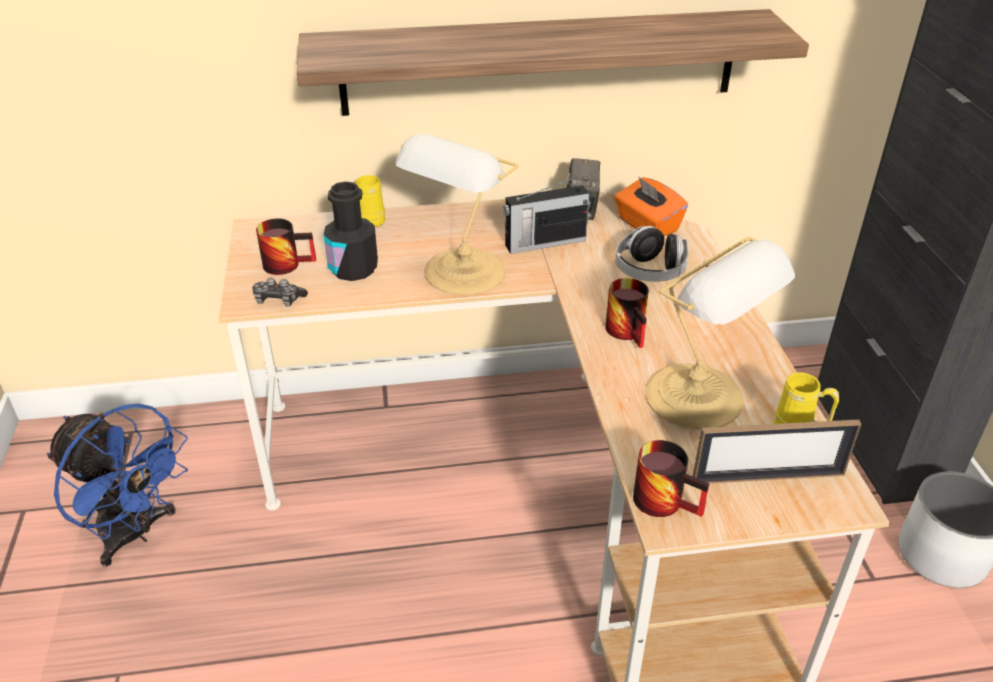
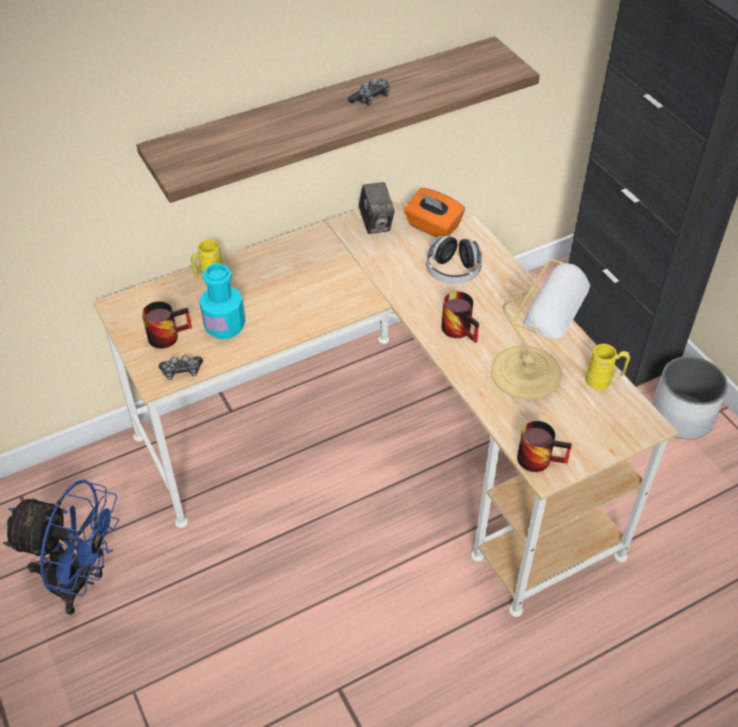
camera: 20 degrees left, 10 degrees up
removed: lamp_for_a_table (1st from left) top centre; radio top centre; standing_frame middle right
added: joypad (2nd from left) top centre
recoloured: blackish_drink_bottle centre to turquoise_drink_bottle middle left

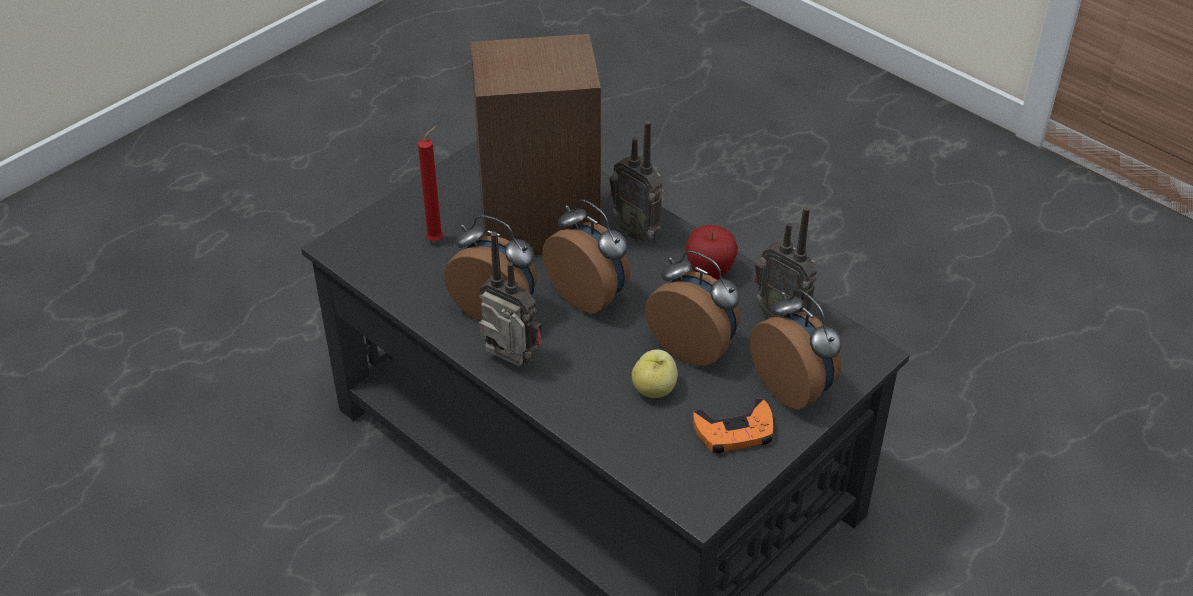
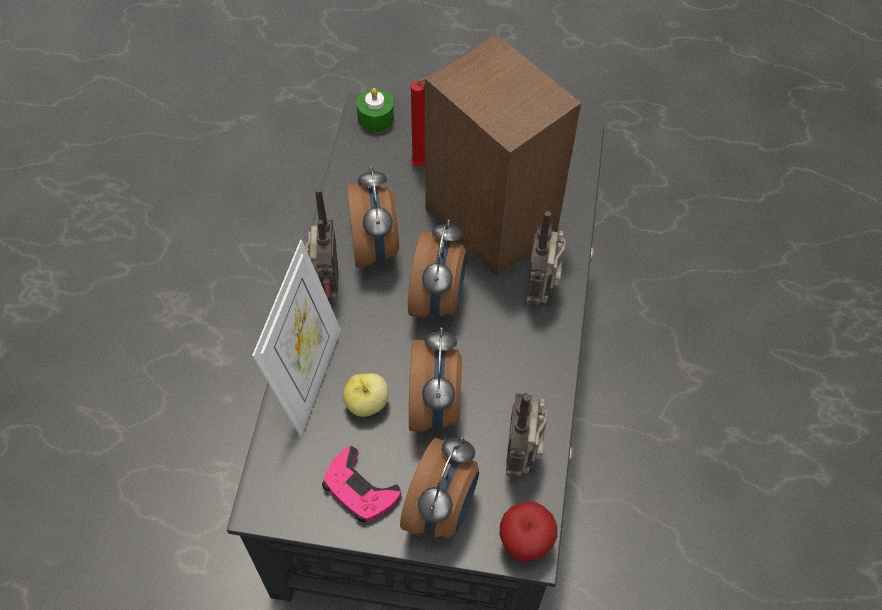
camera: 55 degrees right, 15 degrees up
added: standing_frame centre; green_wax_candle top centre
moved: apple (2nd from left) centre to bottom centre
recoloured: orange_joypad bottom centre to pinkish_joypad bottom centre

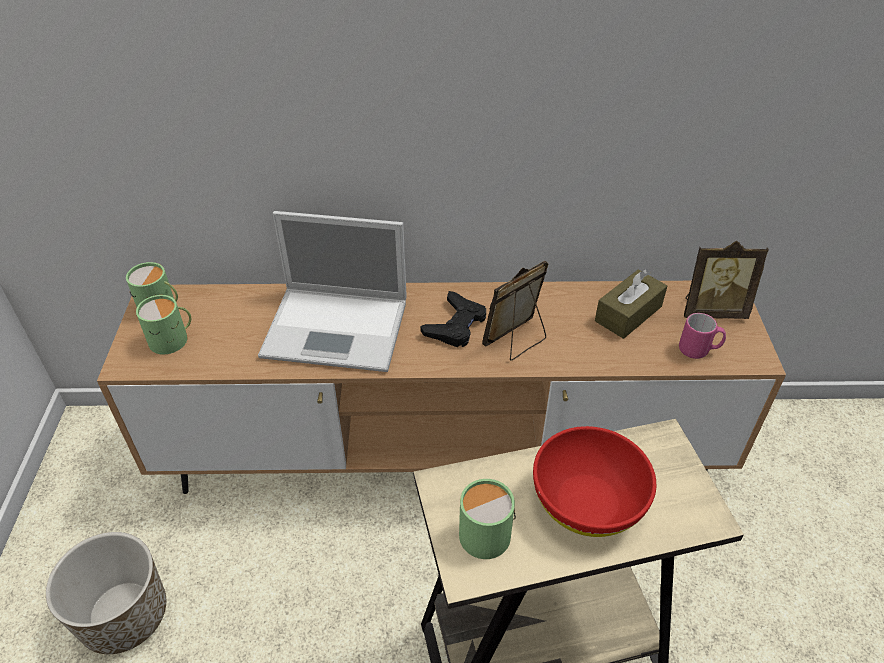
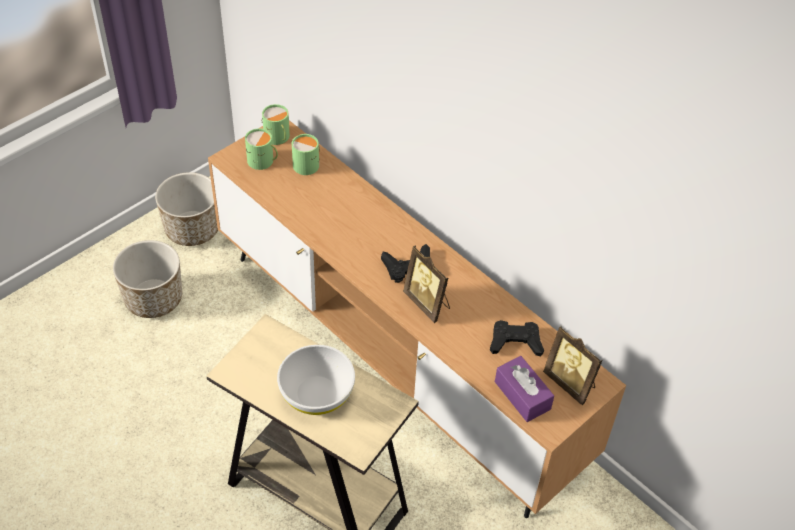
camera: 45 degrees right, 5 degrees up
removed: laptop centre
added: flower_pot (2nd from left) middle left
moved: green_tea_mug (3rd from left) bottom centre to top centre
replaced: brown_tissue_holder middle right to blackish_joypad (2nd from left) centre; pinkish_tea_mug middle right to purple-coloured_tissue_holder bottom centre
recoloured: red_serving_bowl bottom right to whitish_serving_bowl bottom centre
turned: standing_frame (1st from left) centre = centre 135 degrees counterclockwise

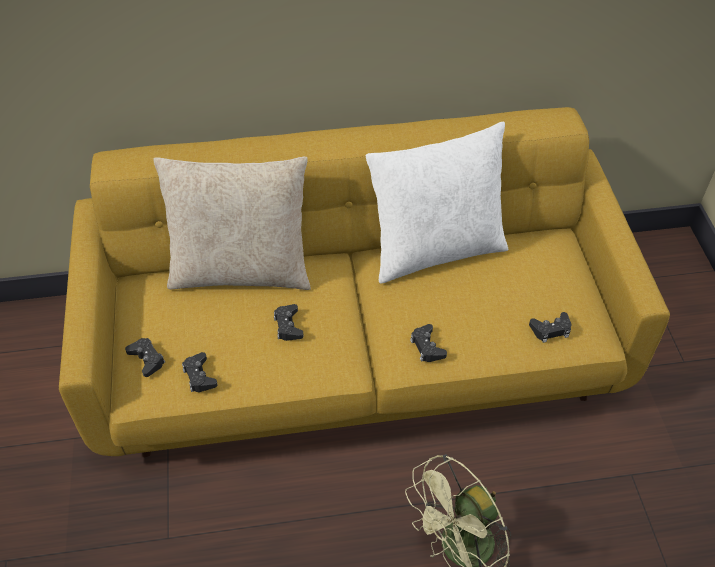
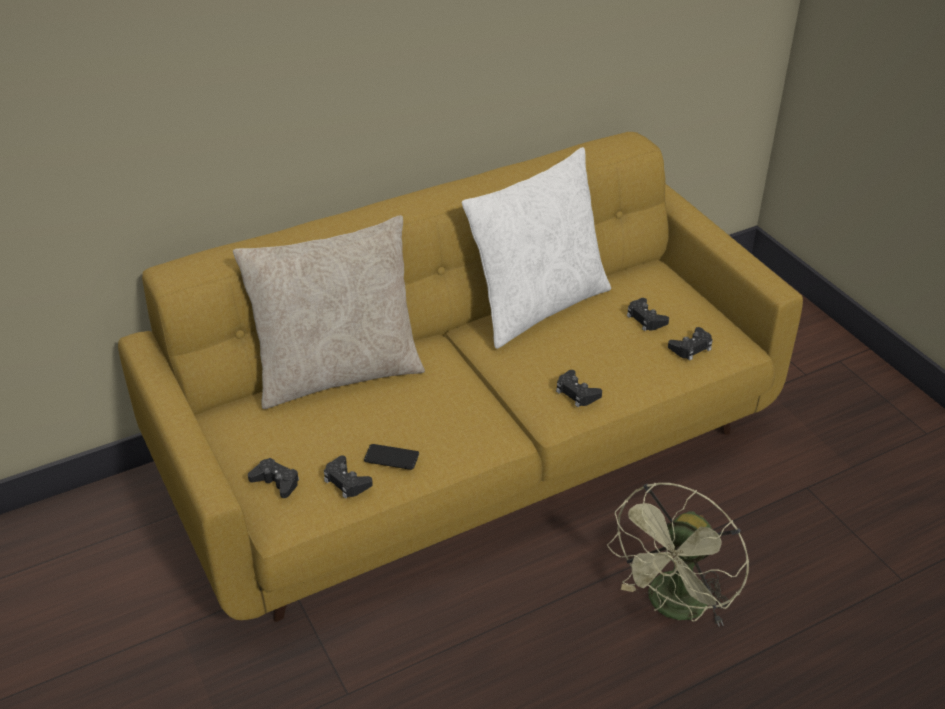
camera: 20 degrees left, 10 degrees down
added: phone centre
moved: blackish_joypad (3rd from left in the first image) centre to blackish_joypad (4th from left) middle right

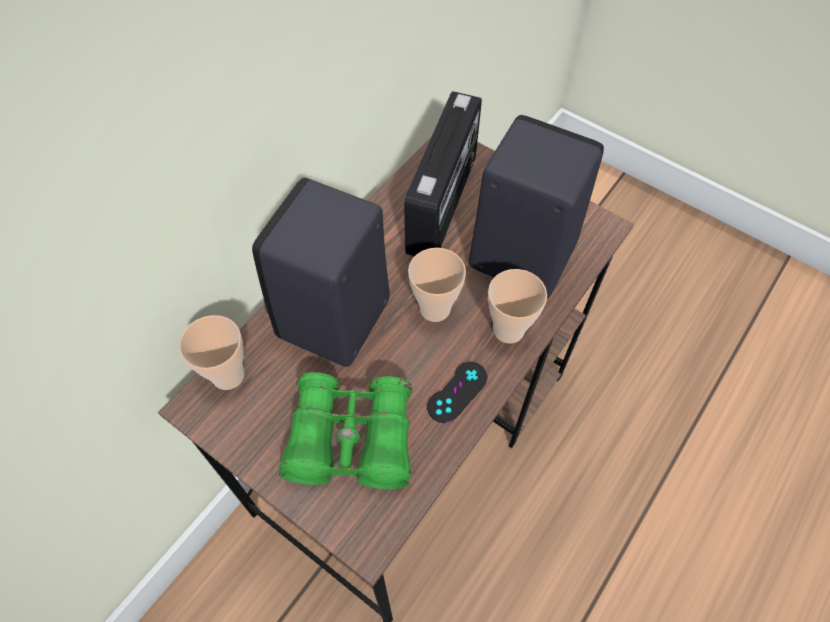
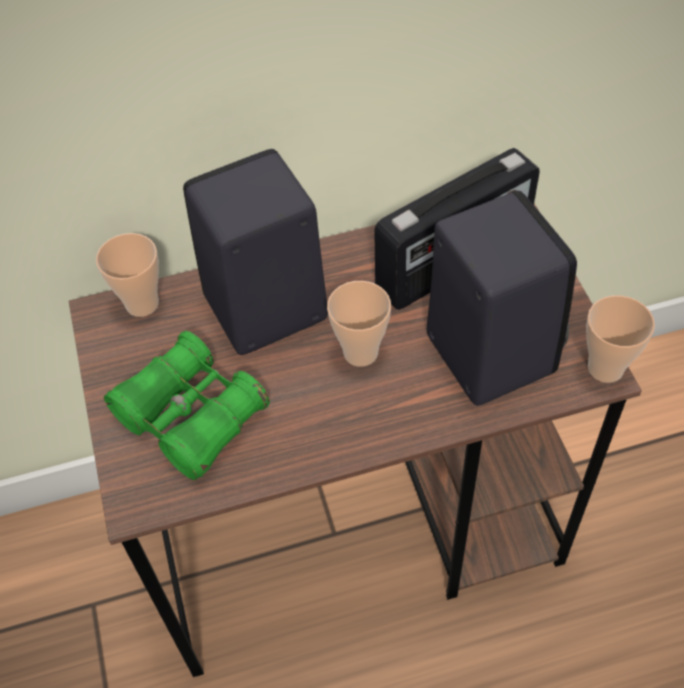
camera: 40 degrees right, 5 degrees down
removed: blackish_joypad centre
moved: cup (3rd from left) centre to middle right

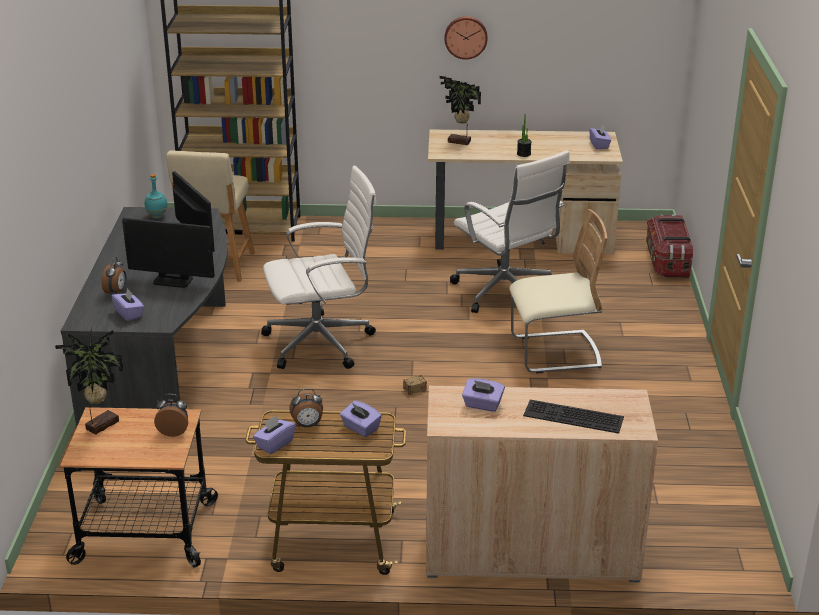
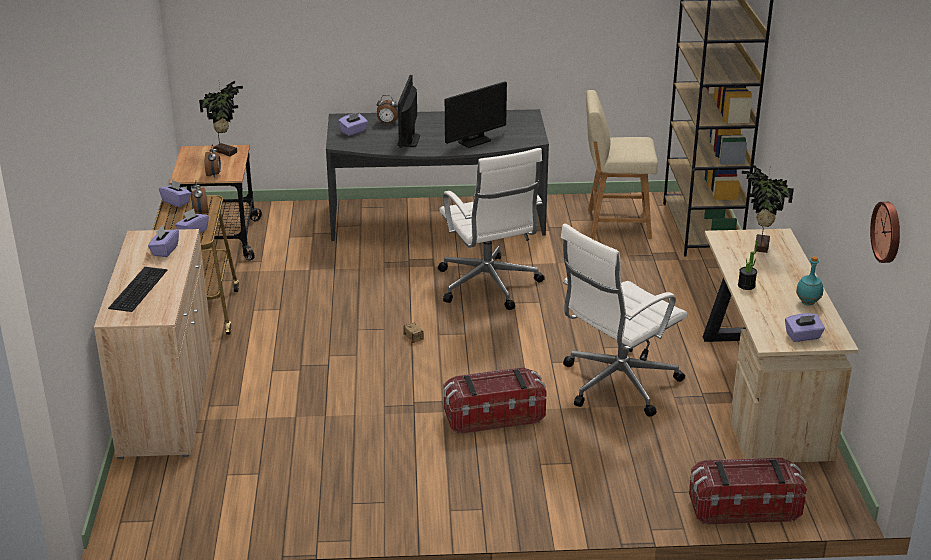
camera: 85 degrees right, 0 degrees up
moved: turquoise_drink_bottle top left to middle right; clock_on_the_wall top centre to middle right
replaced: sand-coloured_chair (2nd from left) middle right to storage_box (2nd from left) bottom centre

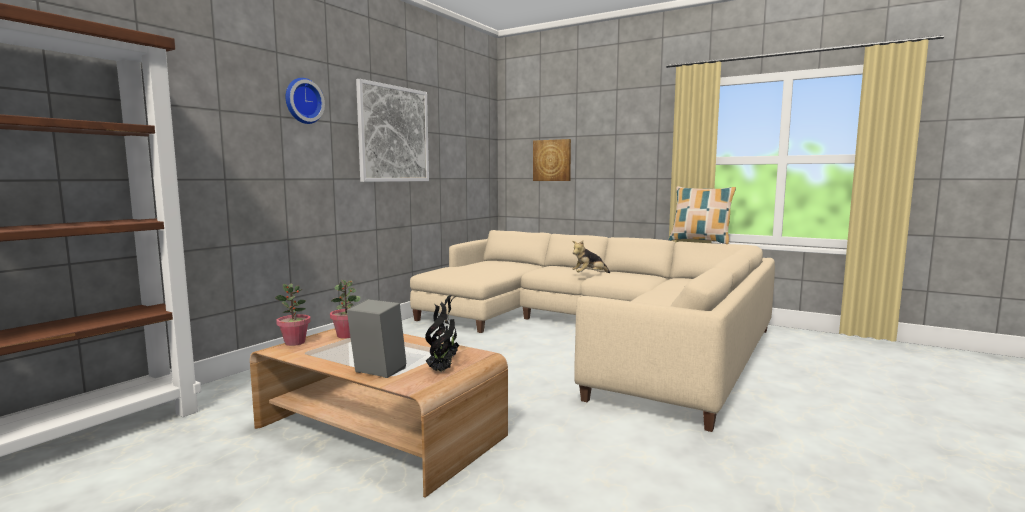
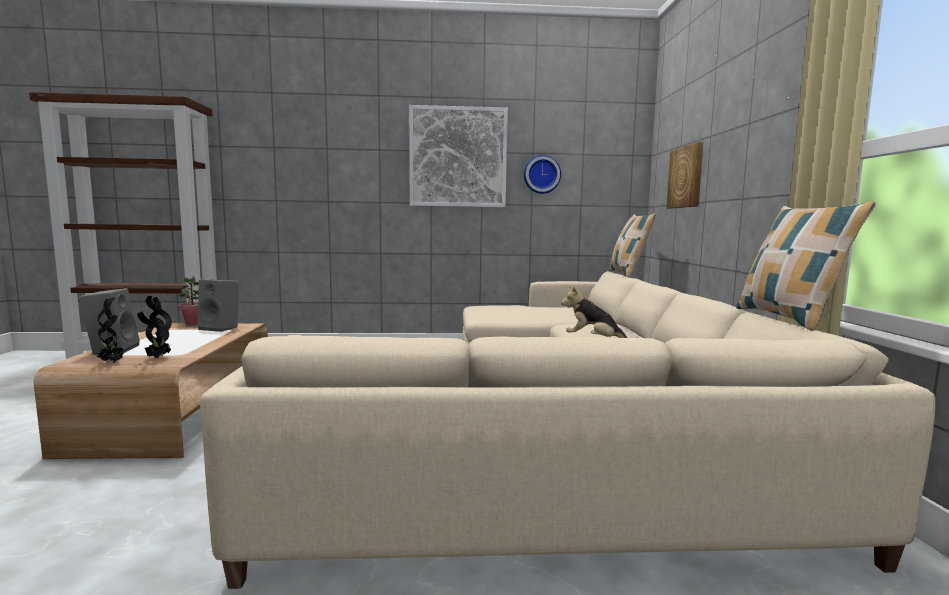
camera: 55 degrees right, 0 degrees up
added: pillow (1st from left) middle right
moved: clock_on_the_wall top left to top centre
replaced: plant_in_a_pot (2nd from left) centre to greyish_loudspeaker (2nd from left) middle left

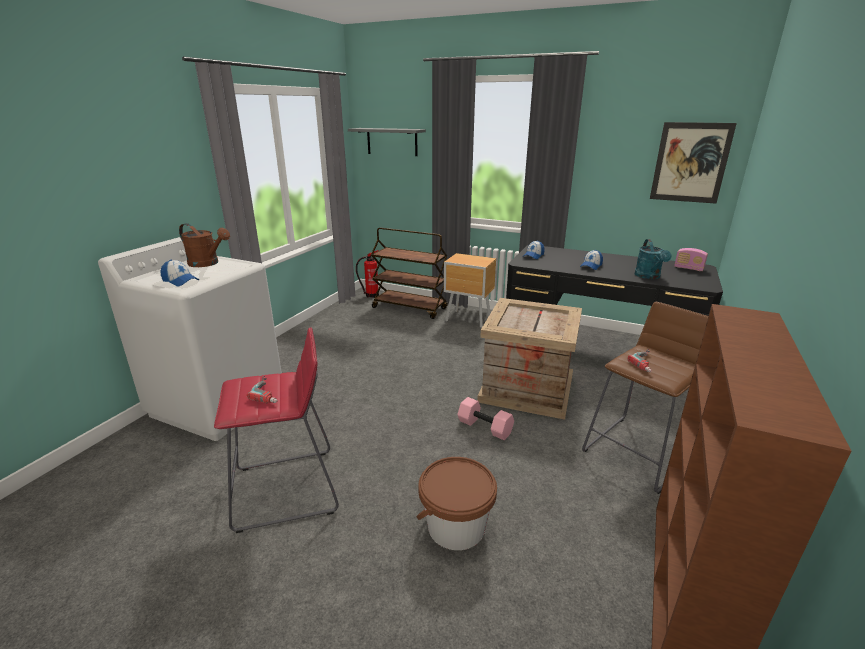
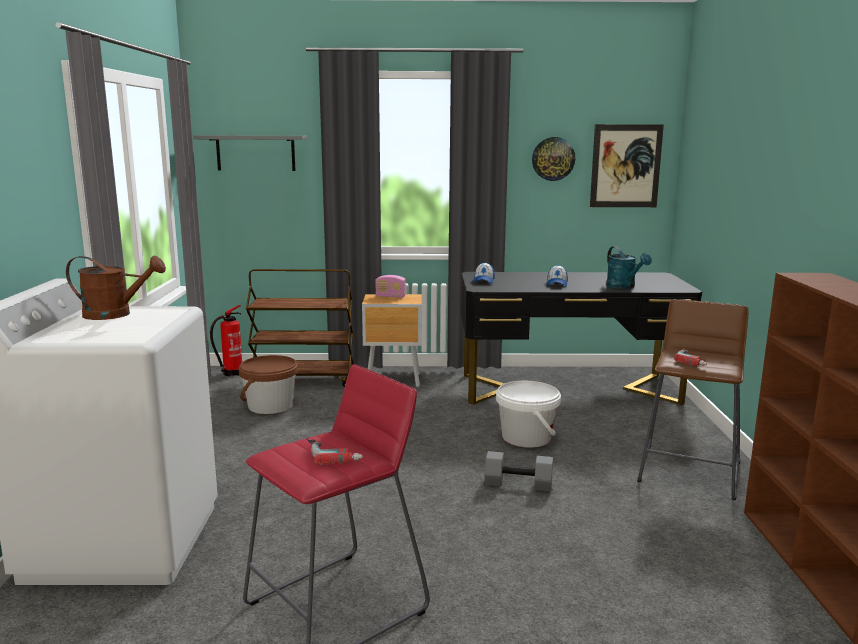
camera: 25 degrees left, 10 degrees down
removed: baseball_cap (1st from left) middle left
added: clock_on_the_wall top centre
moved: brown_pail bottom centre to middle left; radio middle right to centre
replaced: shipping_crate centre to whitish_pail centre
recoloured: pinkish_hand_weight centre to greyish_hand_weight bottom centre

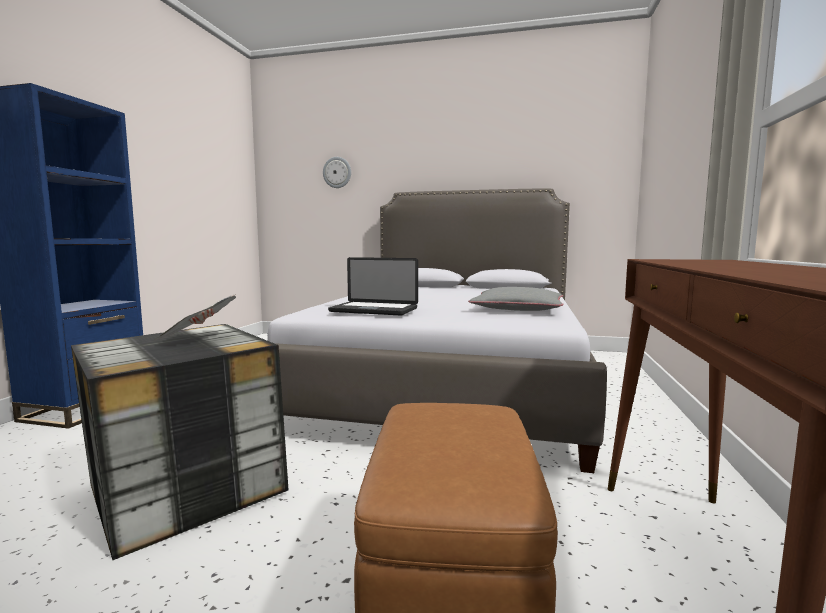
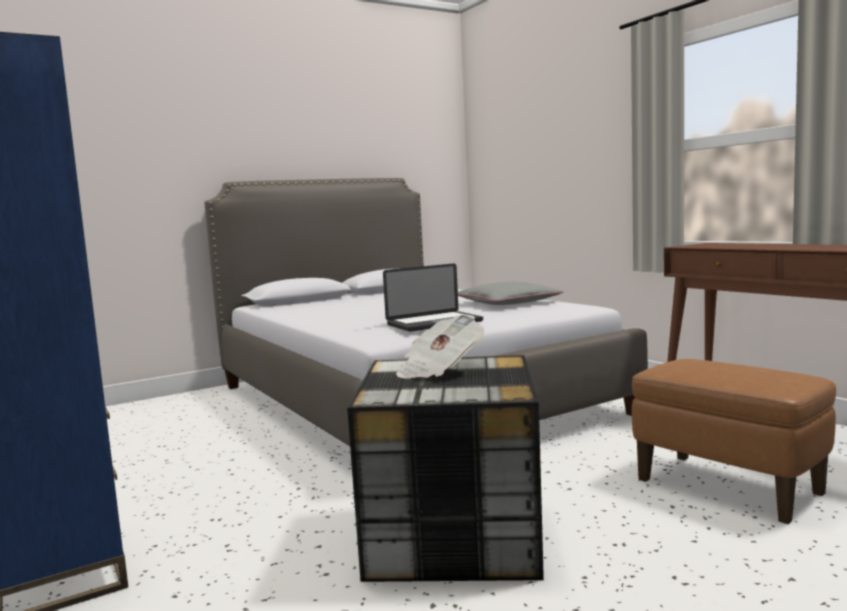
camera: 45 degrees left, 0 degrees up
removed: clock_on_the_wall top centre

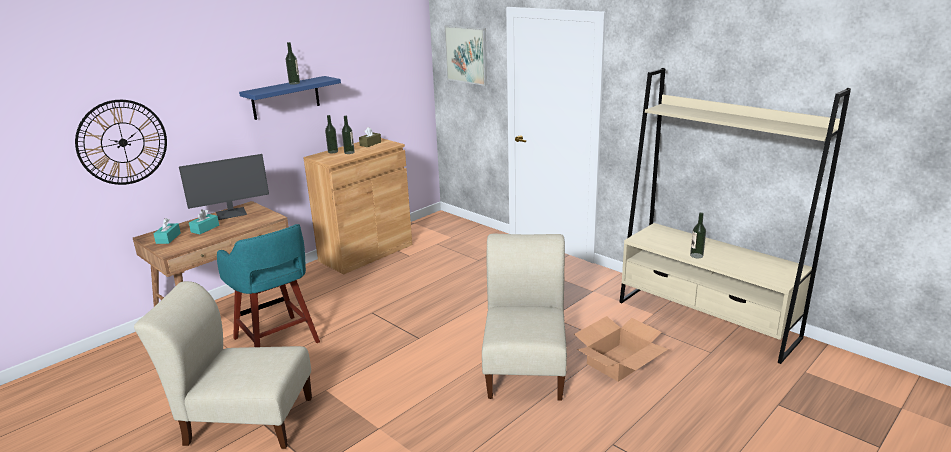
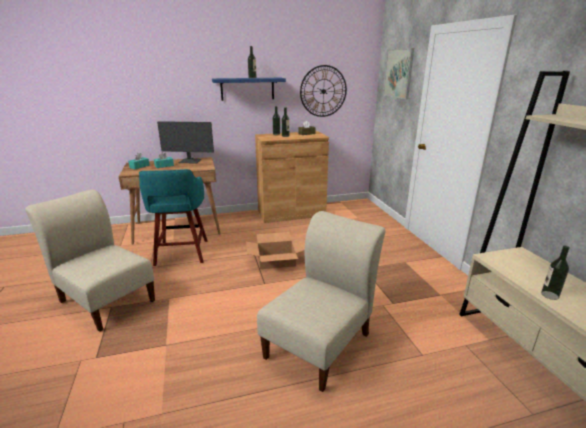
camera: 30 degrees right, 0 degrees up
moved: clock_on_the_wall top left to top centre; cardboard_box bottom centre to centre

